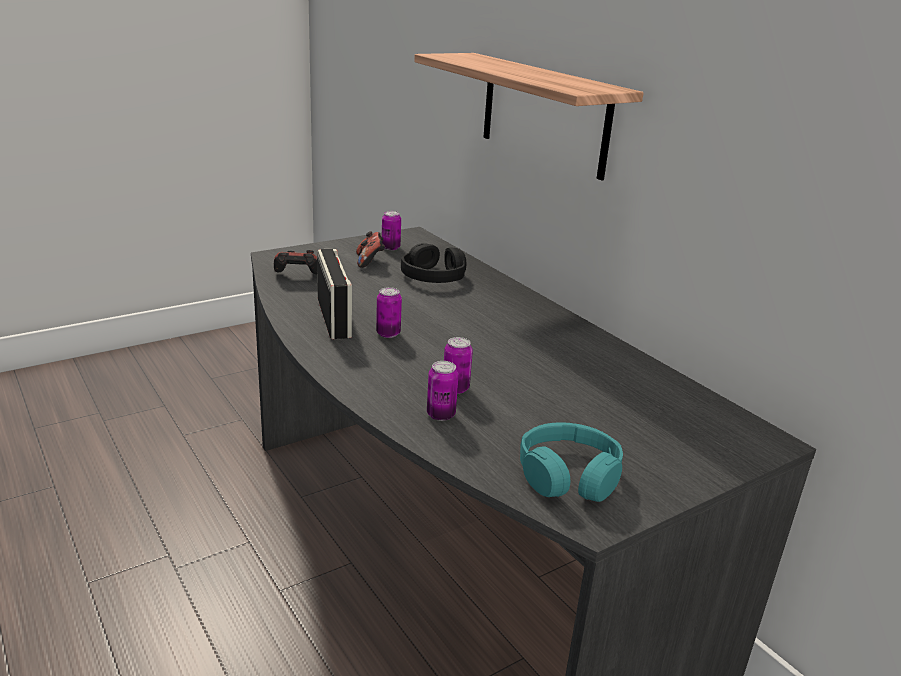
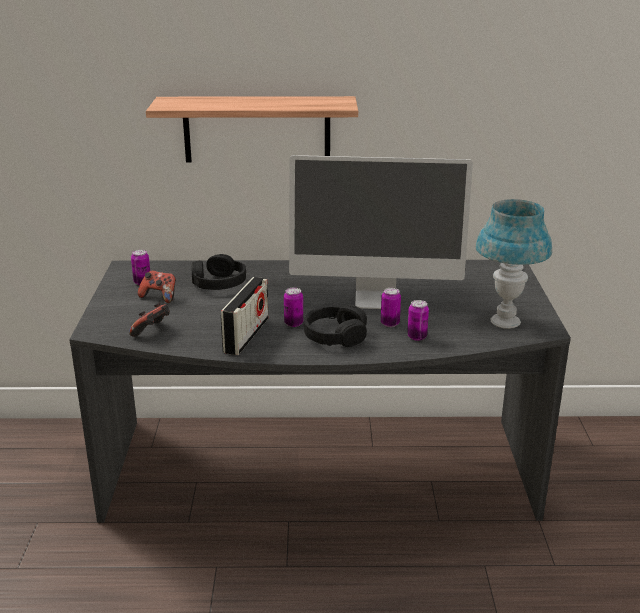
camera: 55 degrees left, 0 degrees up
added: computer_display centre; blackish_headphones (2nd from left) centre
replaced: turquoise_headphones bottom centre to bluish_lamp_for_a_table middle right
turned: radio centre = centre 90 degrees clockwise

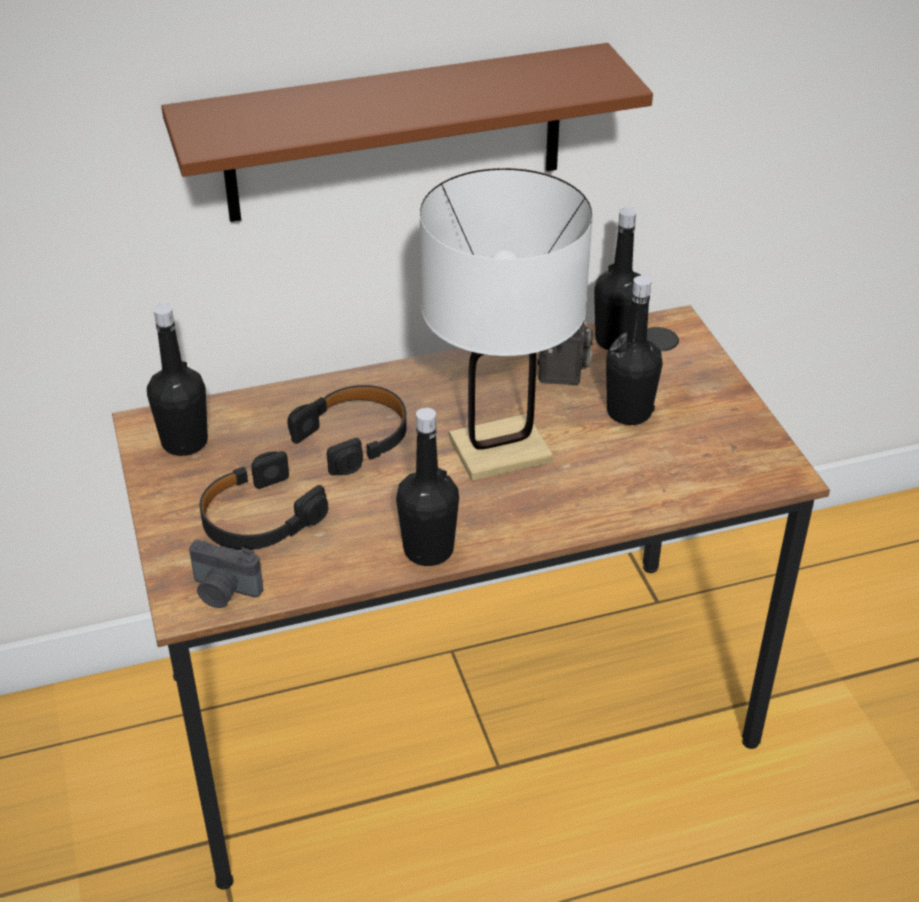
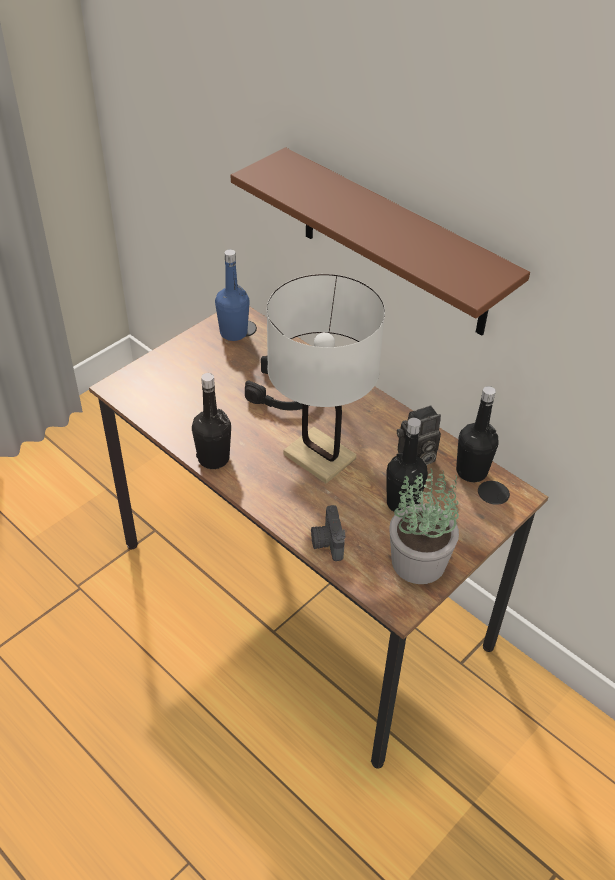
camera: 60 degrees right, 5 degrees up
removed: blackish_headphones (1st from left) middle left
added: plant_in_a_pot middle right
moved: photo_camera (1st from left) middle left to centre
recoloured: blackish_drink_bottle (1st from left) middle left to bluish_drink_bottle centre

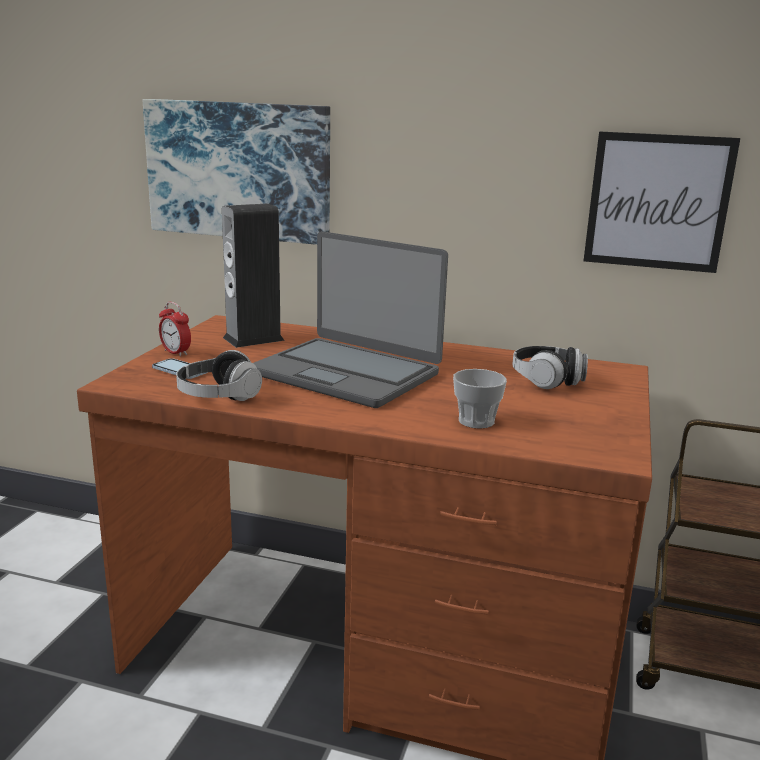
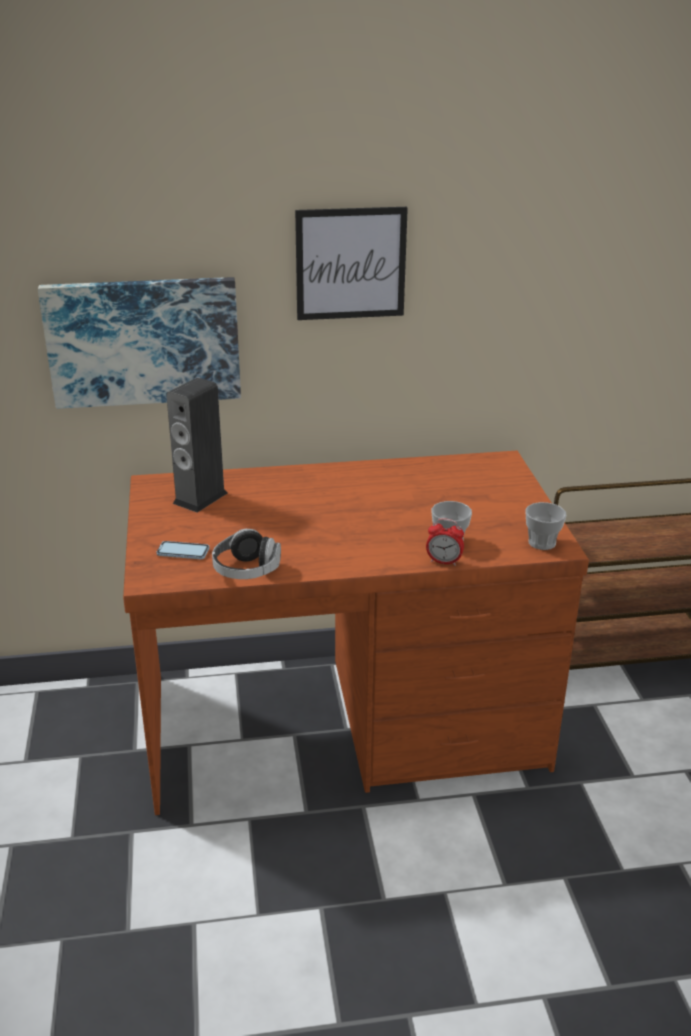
camera: 25 degrees left, 10 degrees up
removed: laptop centre; headphones (2nd from left) middle right
added: cup (2nd from left) middle right
moved: alarm_clock middle left to centre; wall_art (2nd from left) top right to top centre

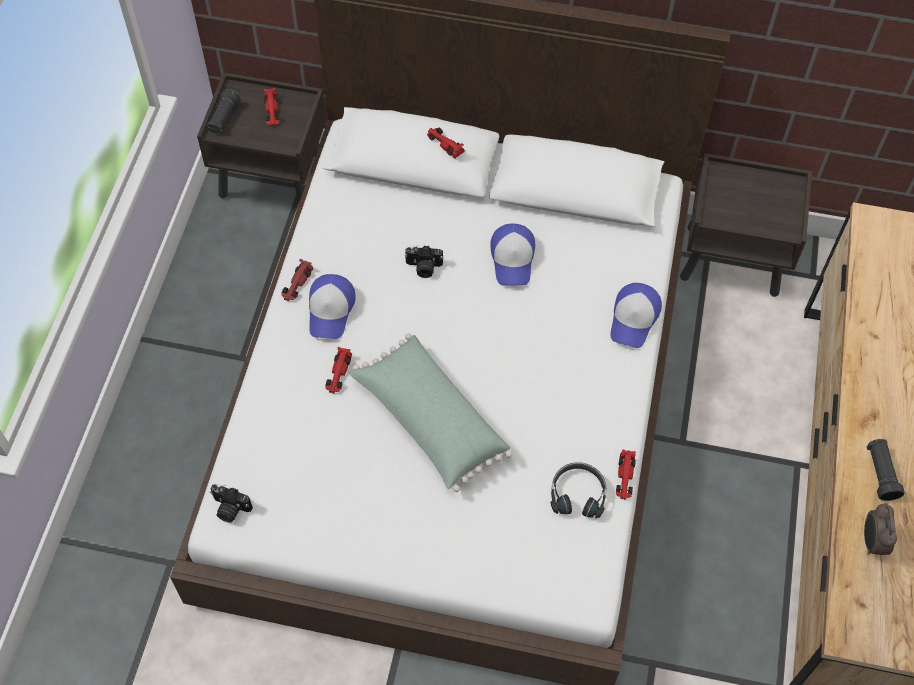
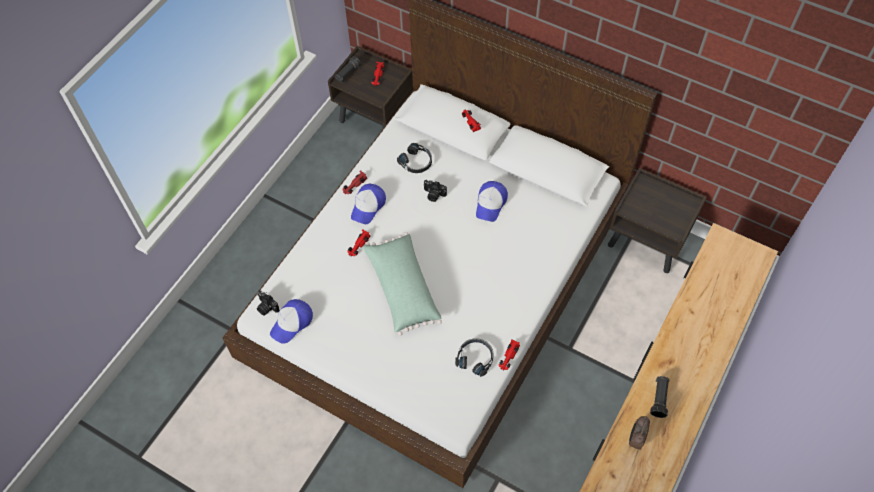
camera: 20 degrees right, 0 degrees up
added: blackish_headphones (1st from left) top centre
moved: baseball_cap (3rd from left in the first image) middle right to baseball_cap (1st from left) middle left

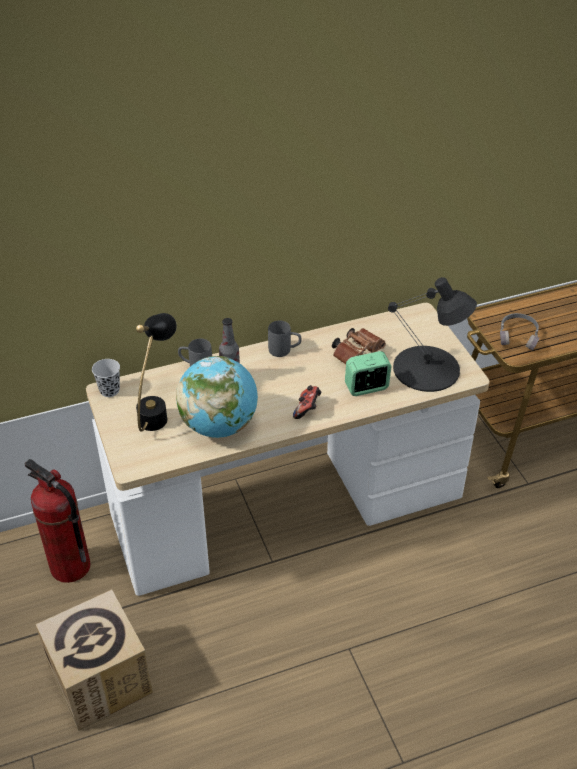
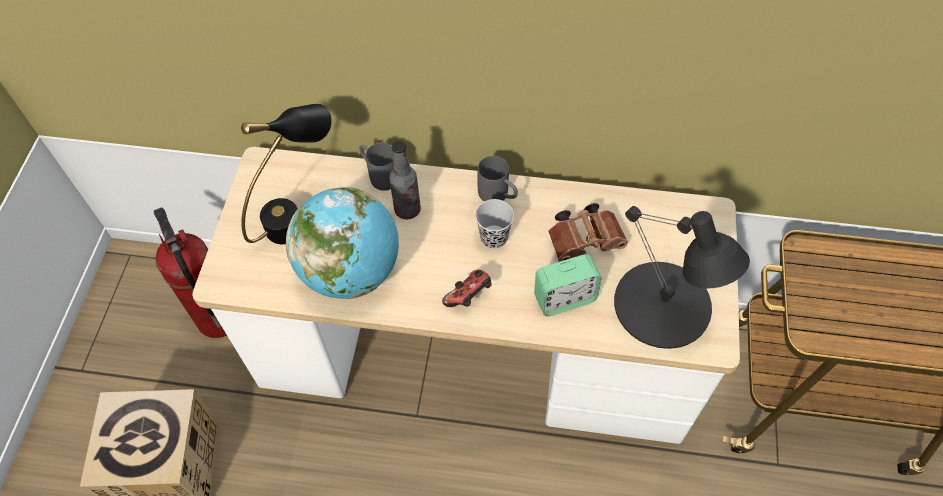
camera: 30 degrees right, 15 degrees up
removed: greyish_headphones middle right
moved: blackish_cup middle left to centre
turned: alarm_clock centre = centre 150 degrees clockwise

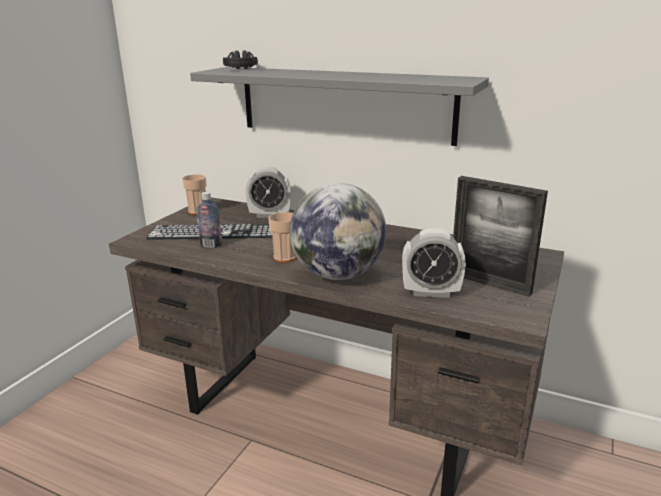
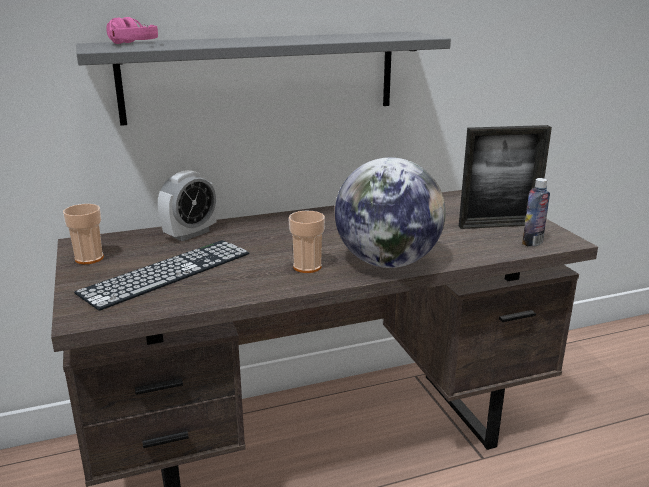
camera: 45 degrees left, 0 degrees up
removed: alarm_clock (2nd from left) centre
moved: drink_bottle middle left to middle right
recoloured: blackish_headphones top centre to pinkish_headphones top left

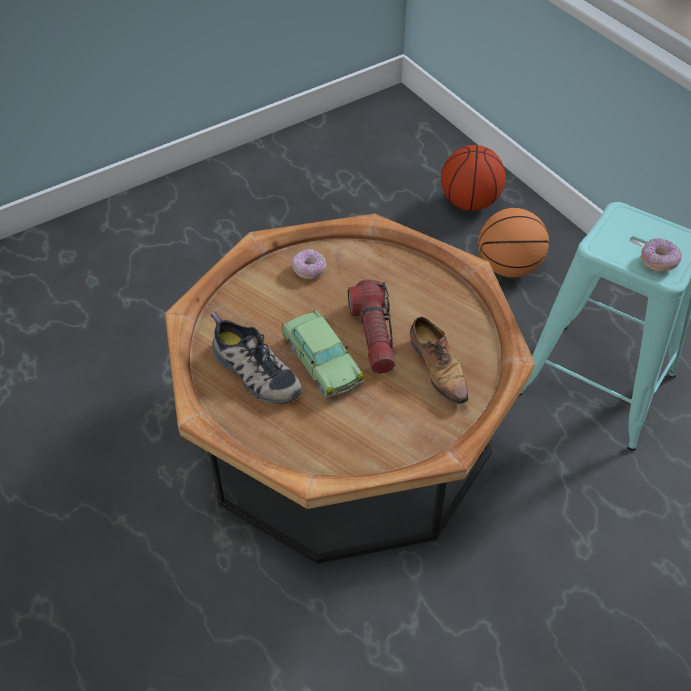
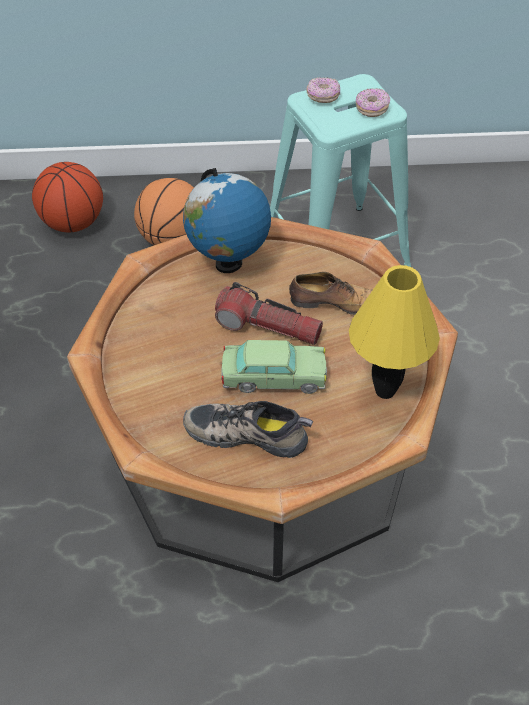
camera: 60 degrees left, 0 degrees up
added: world_globe top centre; yellow_lamp_for_a_table middle right
moved: doughnut (1st from left) centre to top centre
turned: item_of_footwear (1st from left) centre = centre 150 degrees counterclockwise

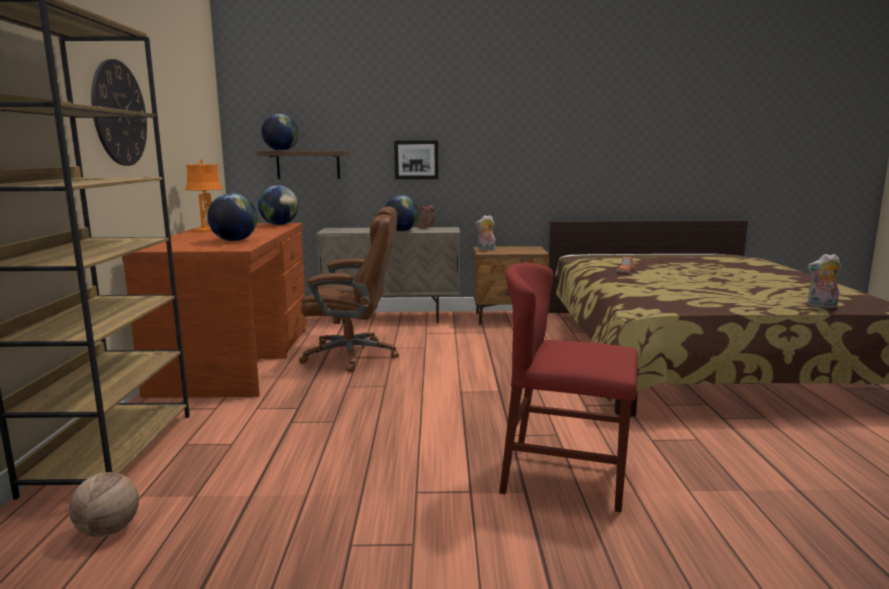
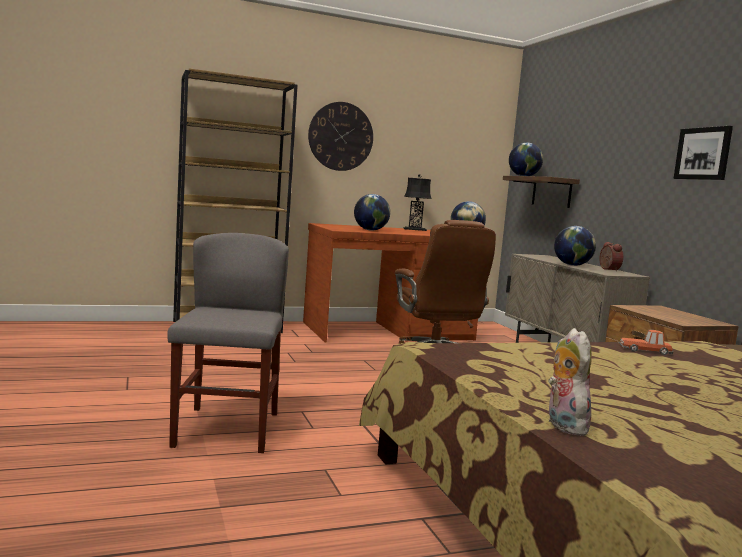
camera: 70 degrees right, 5 degrees down
removed: basketball bottom left; cuddly_toy (1st from left) centre
moved: wall_art top centre to top right
recoloured: orange_lamp_for_a_table top left to blackish_lamp_for_a_table centre; red_chair centre to greyish_chair middle left

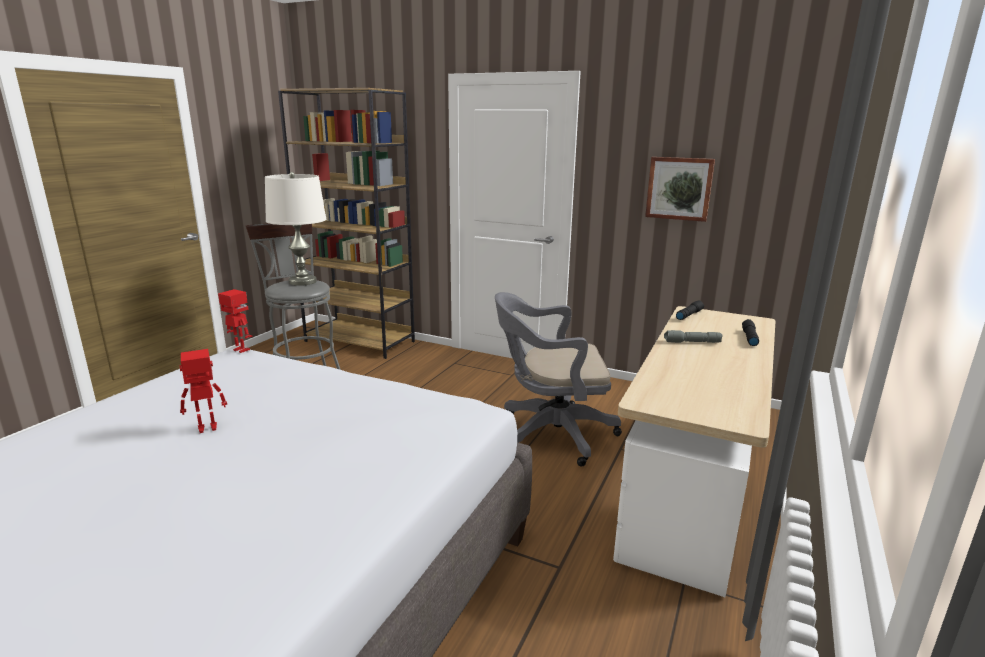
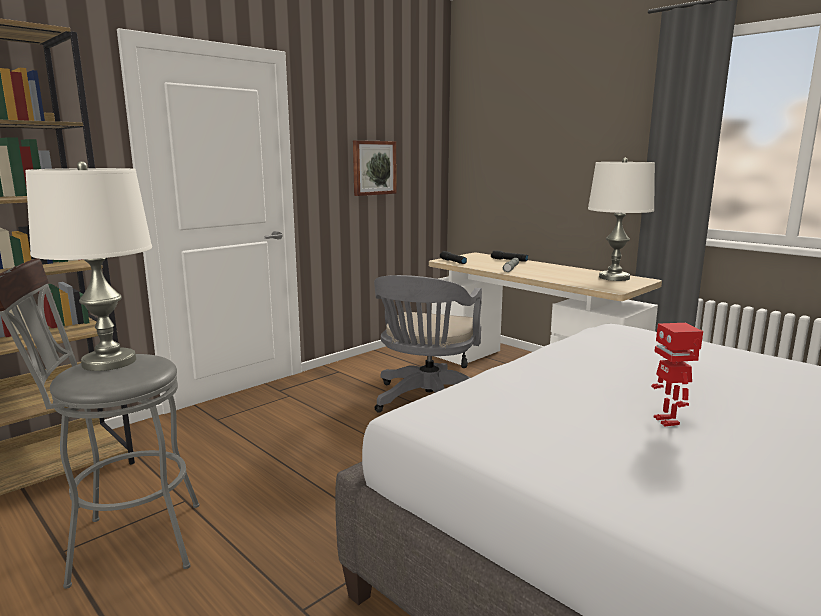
camera: 70 degrees left, 5 degrees down
removed: robot_figure (2nd from left) middle left
added: whitish_lamp_for_a_table (2nd from left) middle right

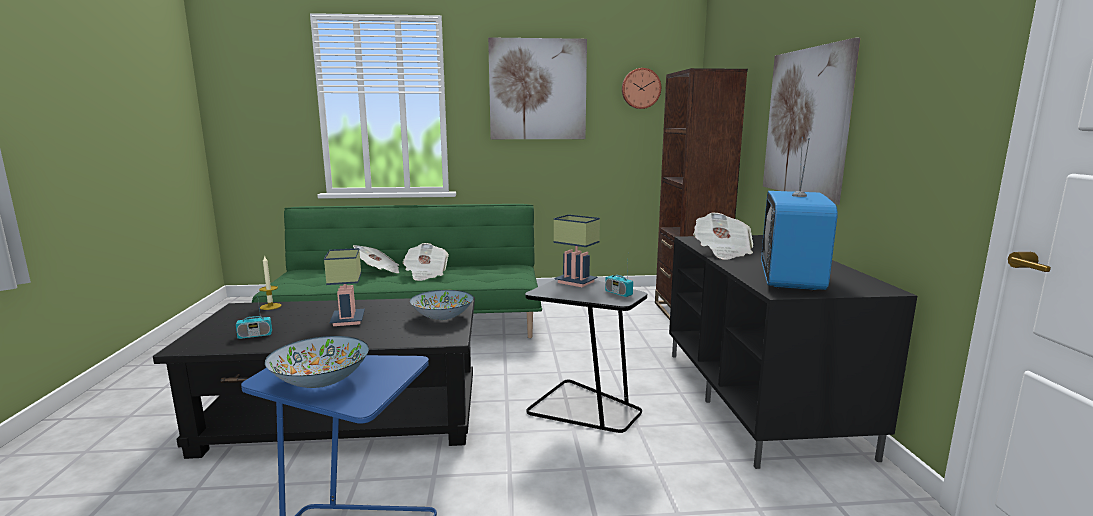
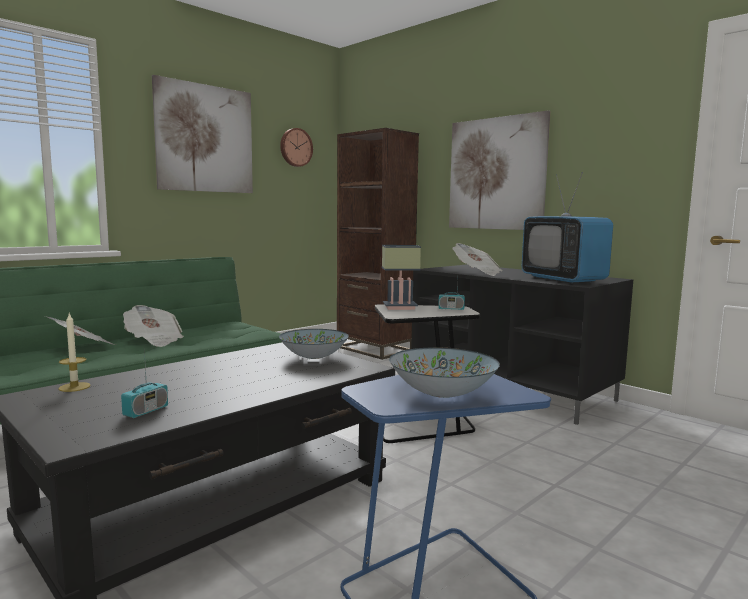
camera: 40 degrees left, 5 degrees down
removed: lamp_for_a_table (1st from left) middle left

